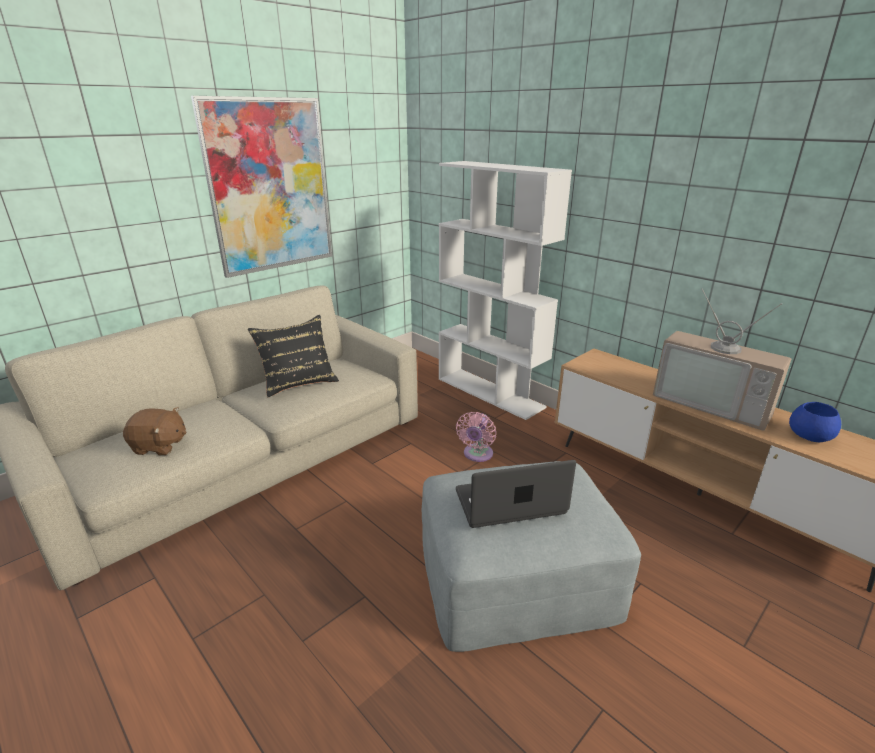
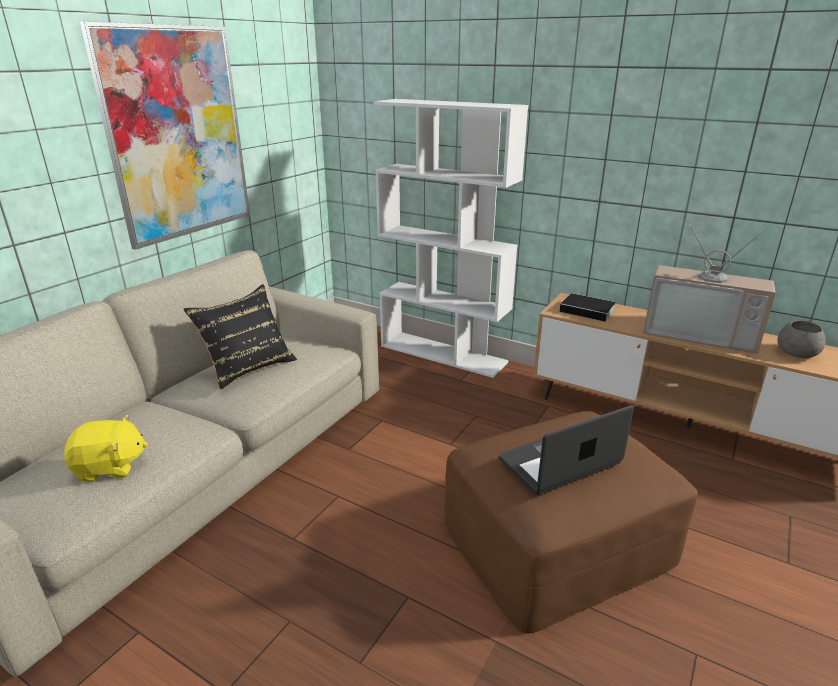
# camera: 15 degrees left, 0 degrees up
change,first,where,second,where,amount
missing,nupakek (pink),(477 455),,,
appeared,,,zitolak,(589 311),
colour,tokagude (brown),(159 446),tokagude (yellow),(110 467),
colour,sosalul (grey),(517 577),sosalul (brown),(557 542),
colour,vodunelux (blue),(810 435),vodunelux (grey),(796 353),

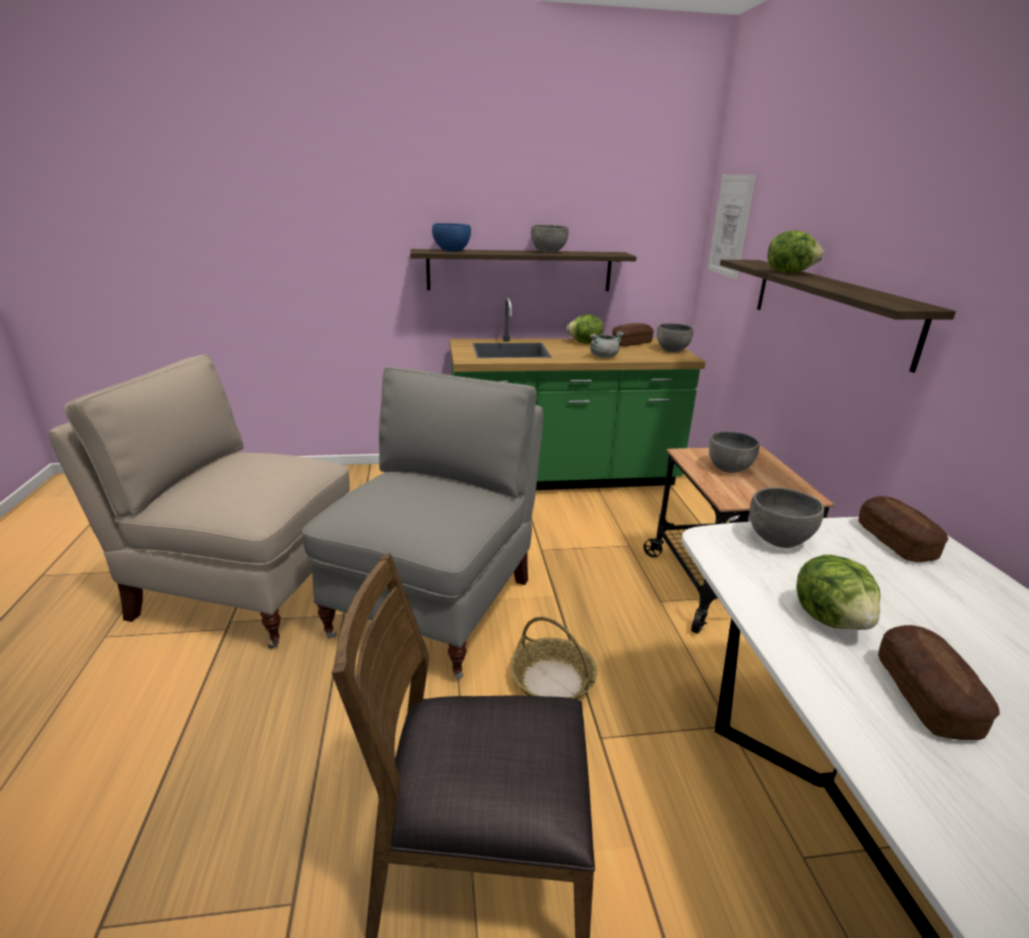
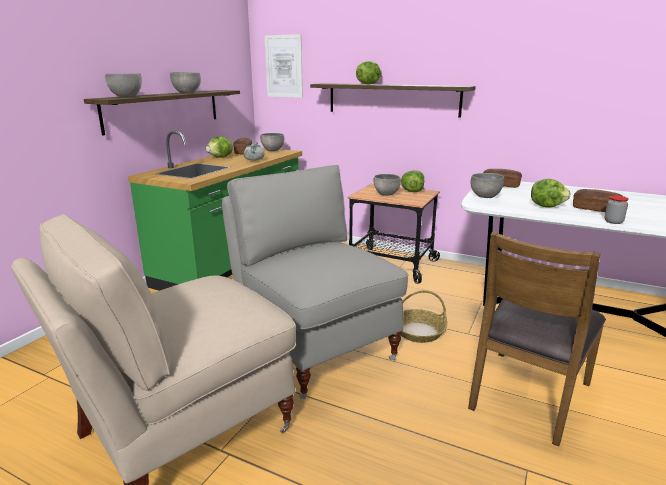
# camera: 55 degrees left, 5 degrees down
change,first,where,second,where,amount
appeared,,,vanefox,(412 191),
appeared,,,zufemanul,(613 222),
colour,vodunelux (blue),(452 251),vodunelux (grey),(126 96),

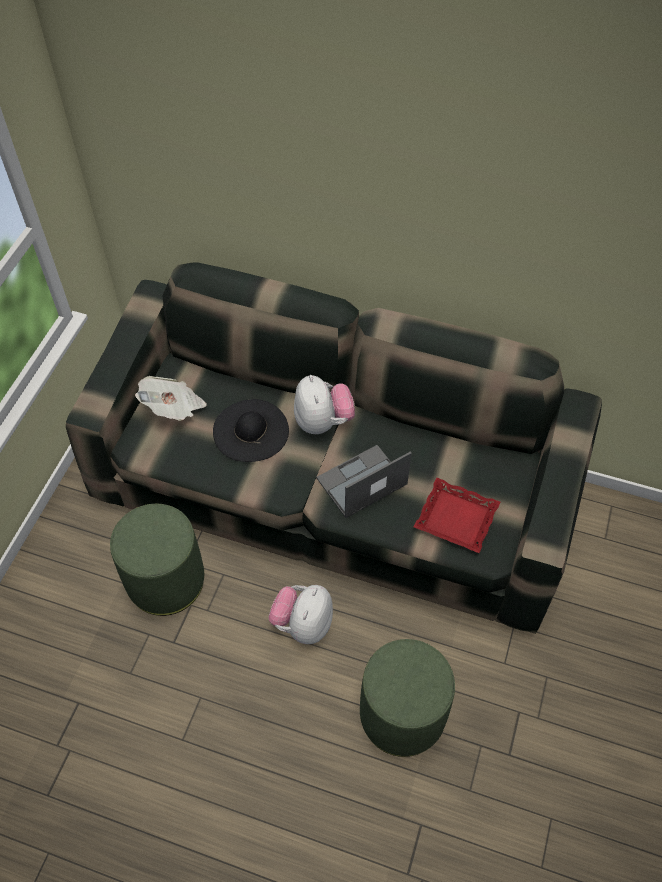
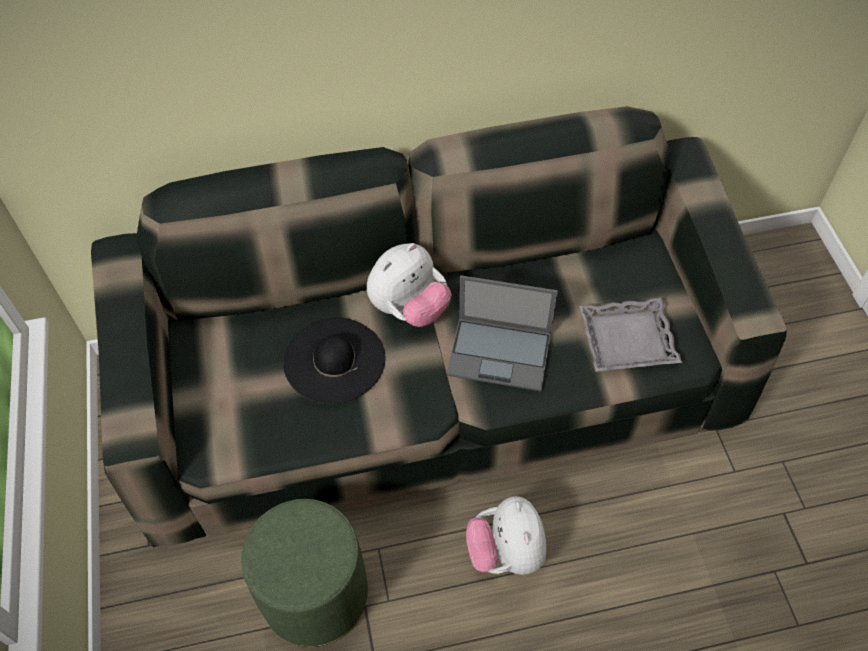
# camera: 30 degrees left, 0 degrees up
change,first,where,second,where,amount
missing,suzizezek,(174 408),,,
missing,sosalul (green),(402 715),,,
colour,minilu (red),(456 518),minilu (grey),(627 339),
spun,tokagude,(323 421),,(409 308),90 degrees clockwise
spun,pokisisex,(361 482),,(500 353),105 degrees counterclockwise

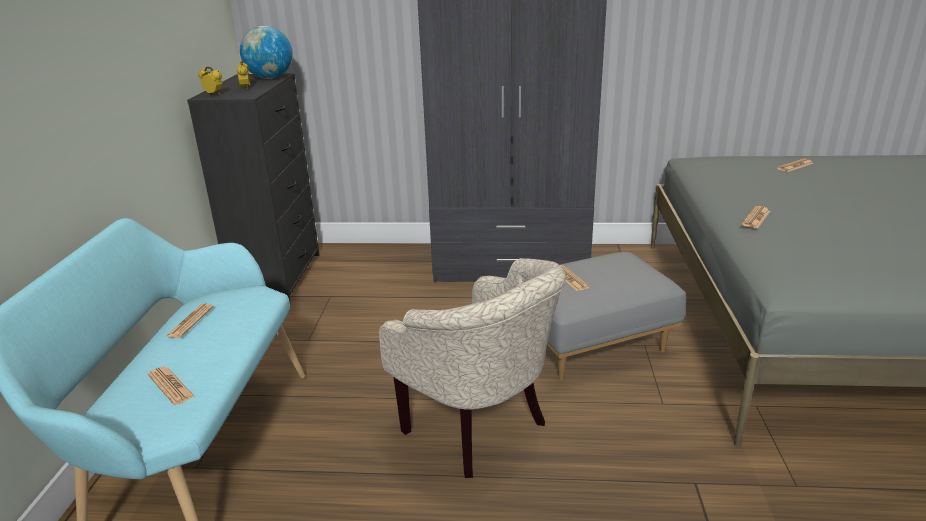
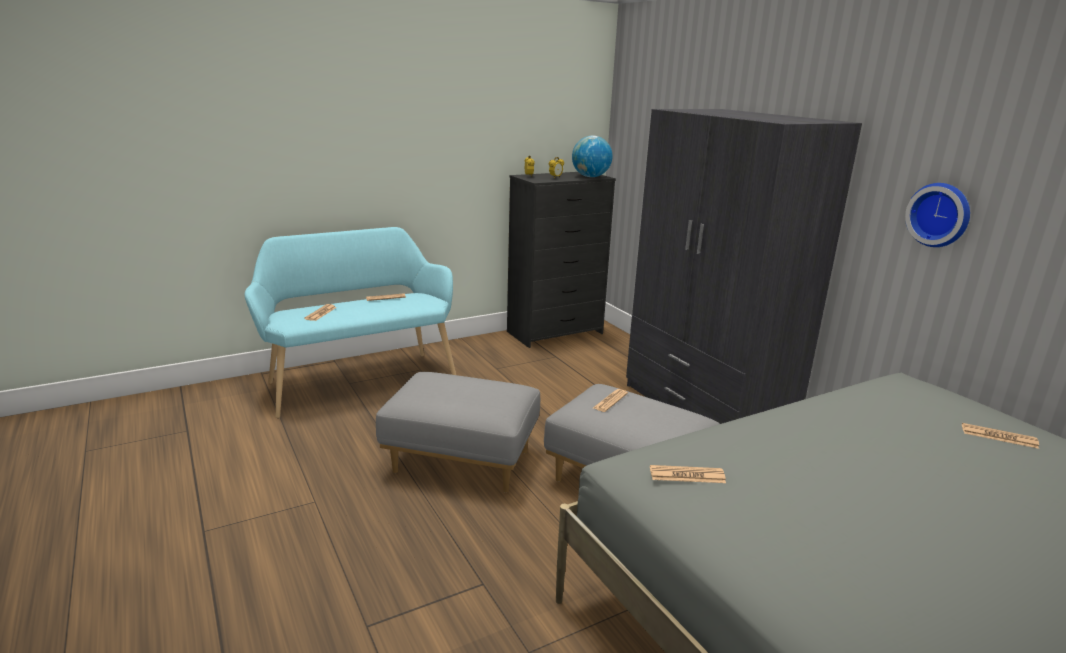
# camera: 55 degrees right, 5 degrees down
change,first,where,second,where,amount
appeared,,,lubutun,(940 214),
relocated,suzizezek,(756 218),,(687 475),
exchanged,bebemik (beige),(481 430),sosalul (grey),(460 462),

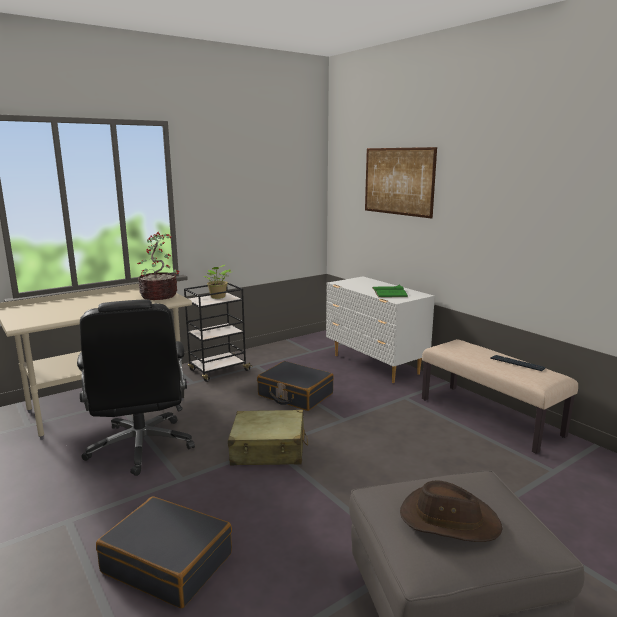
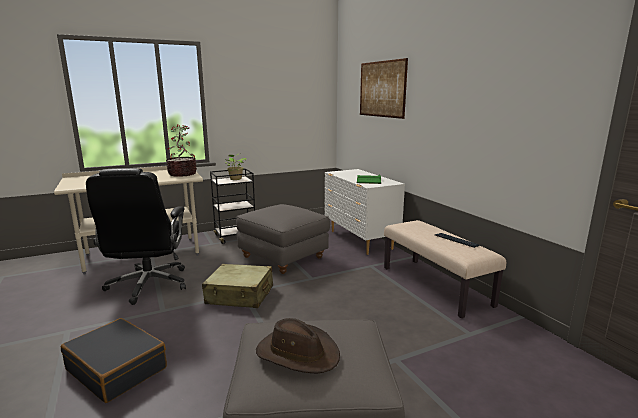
# camera: 10 degrees right, 0 degrees up
change,first,where,second,where,amount
exchanged,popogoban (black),(295 395),sosalul (grey),(283 257),

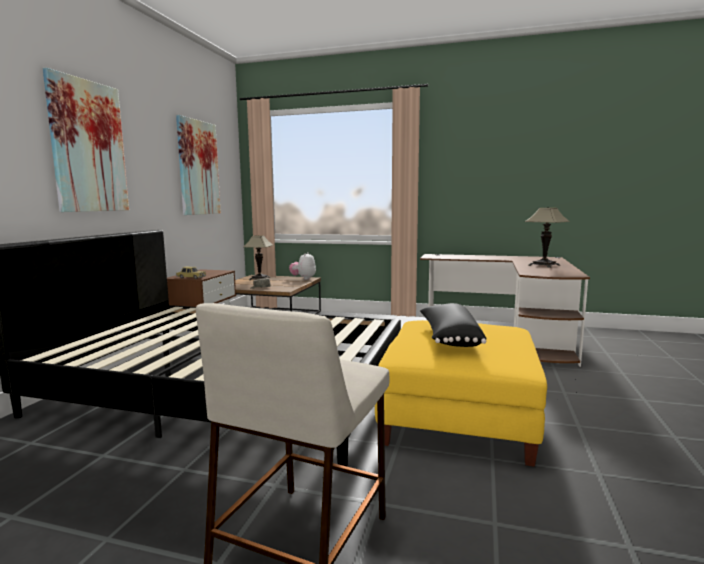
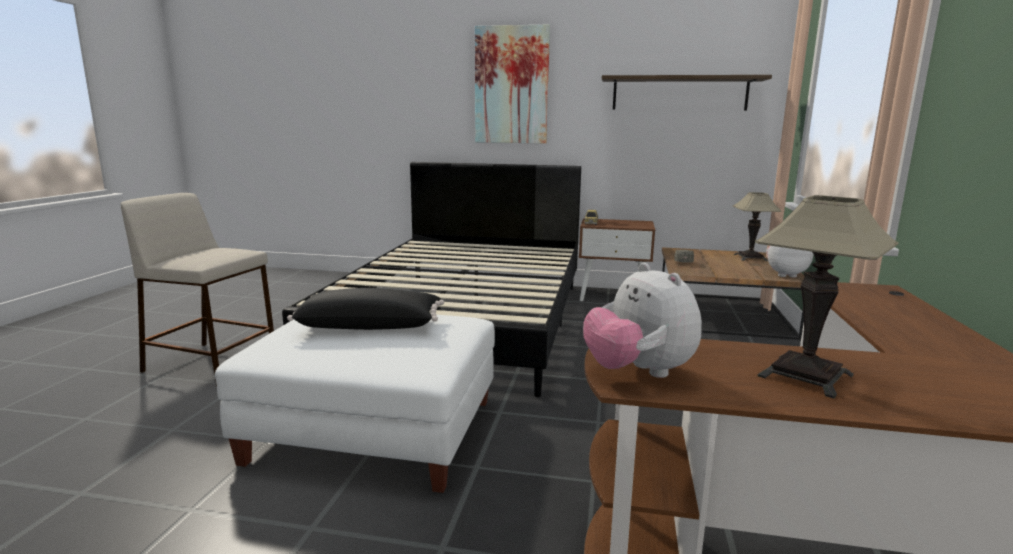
# camera: 85 degrees right, 5 degrees up
change,first,where,second,where,amount
appeared,,,tokagude,(638 372),
exchanged,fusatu,(198 168),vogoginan,(679 94),
colour,sosalul (yellow),(458 415),sosalul (white),(375 430),

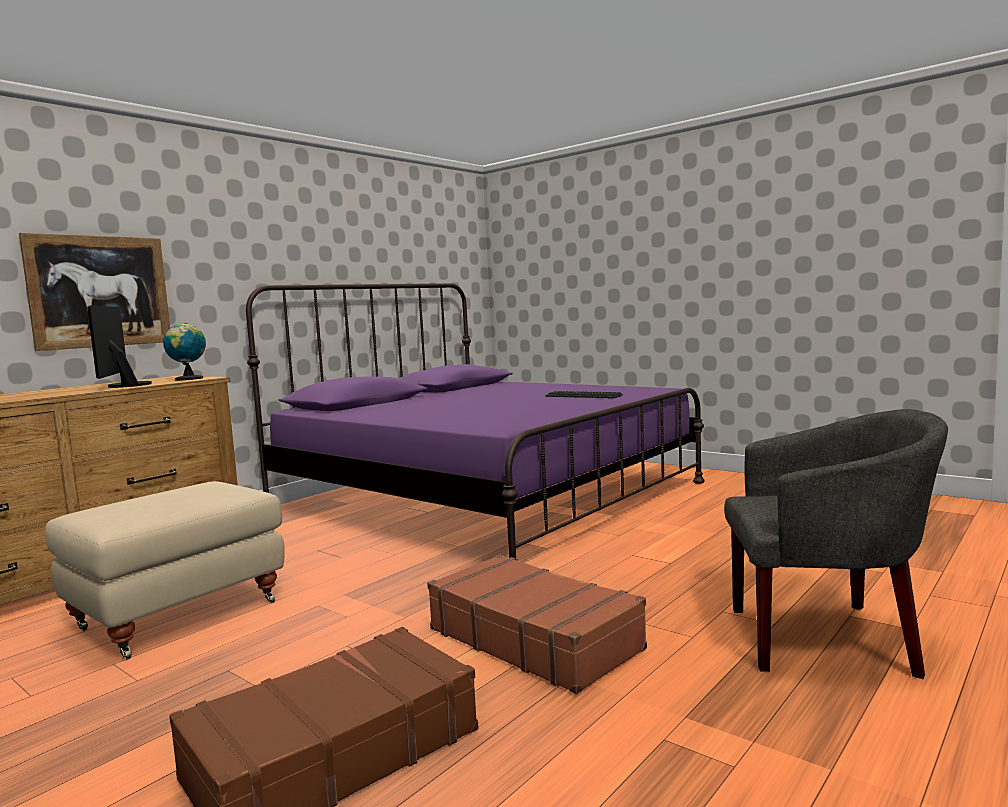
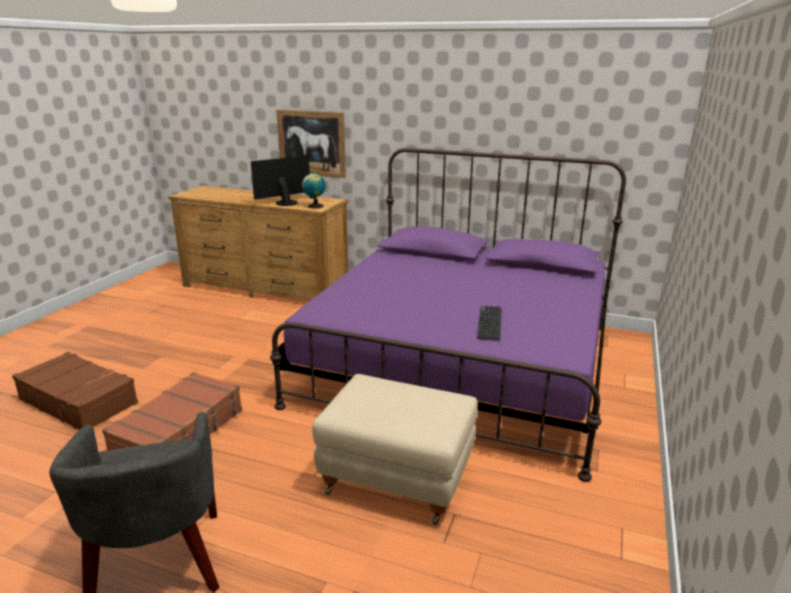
# camera: 70 degrees right, 15 degrees up
change,first,where,second,where,amount
relocated,sosalul (beige),(178 613),,(398 479),

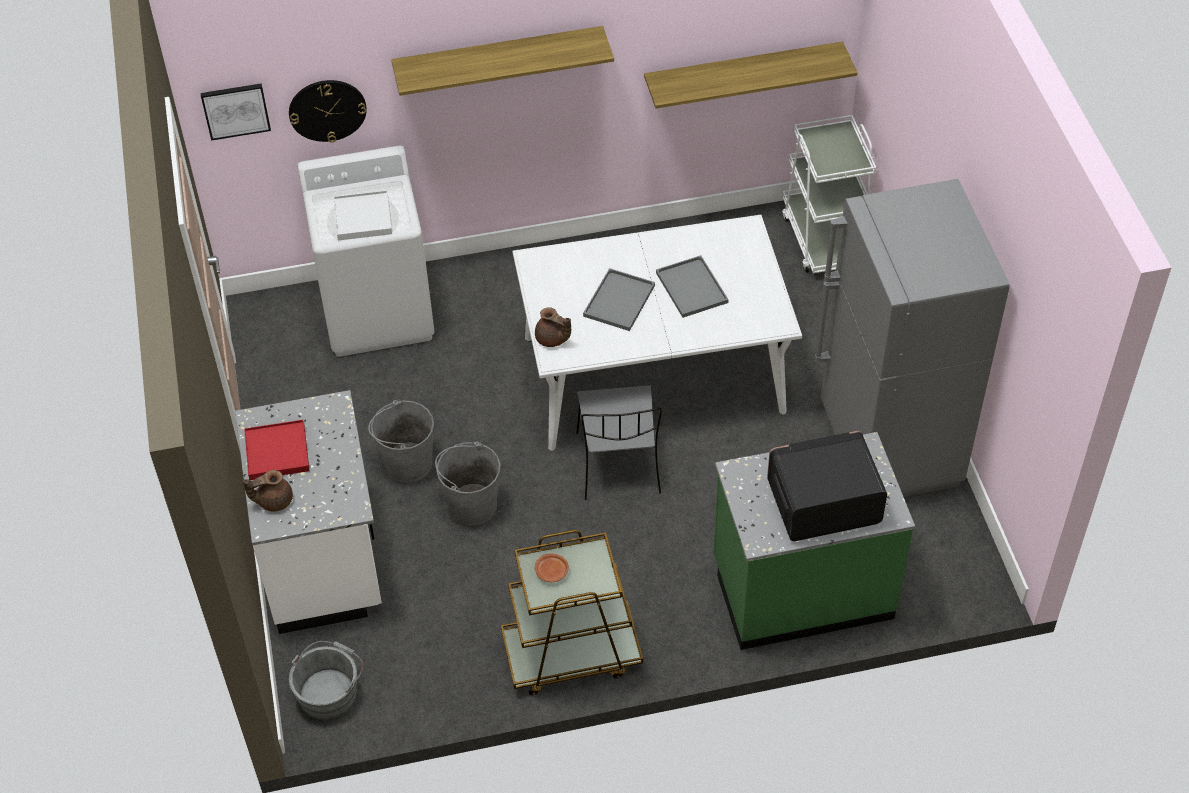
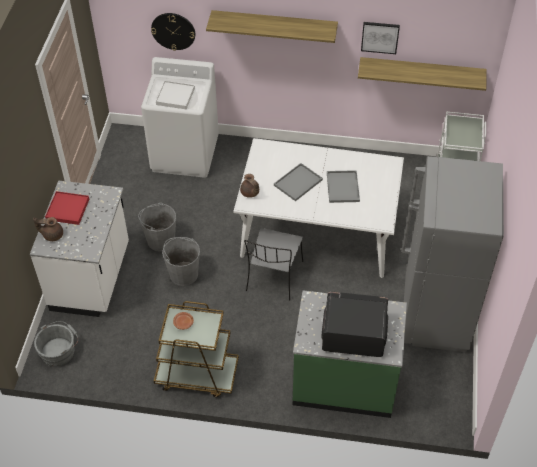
# camera: 20 degrees right, 0 degrees up
change,first,where,second,where,amount
relocated,fusatu,(235 110),,(380 37),

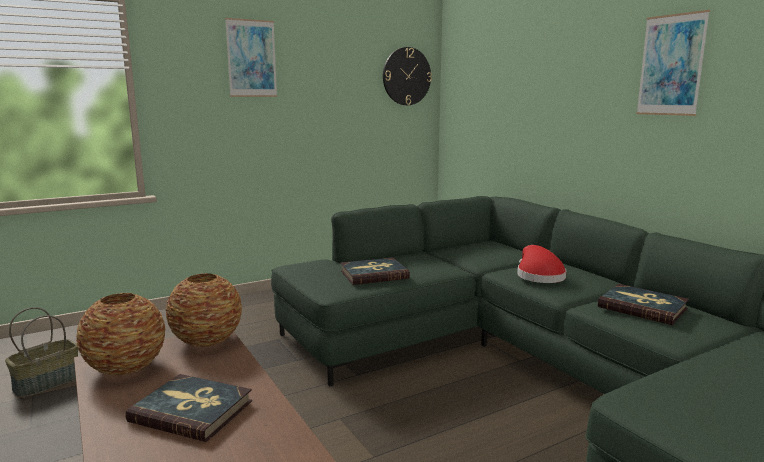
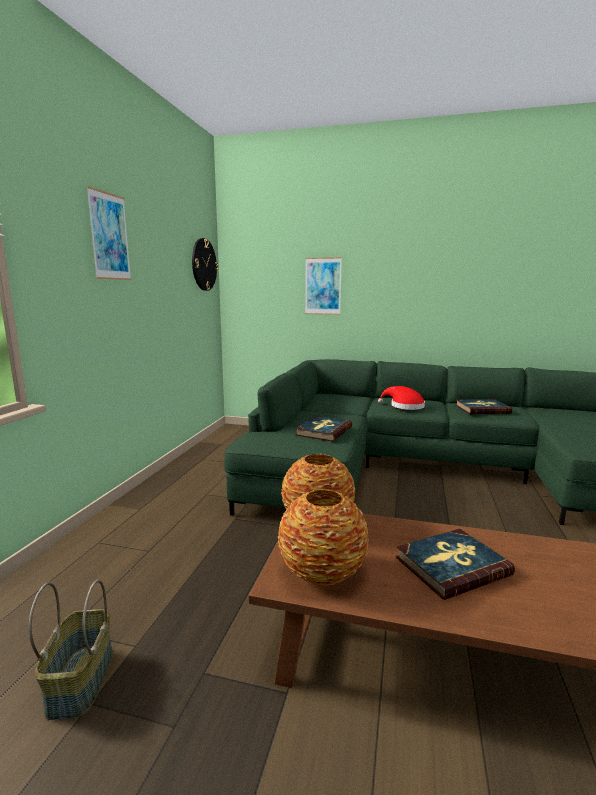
# camera: 45 degrees left, 0 degrees up
change,first,where,second,where,amount
relocated,fusatu,(671 65),,(323 286),

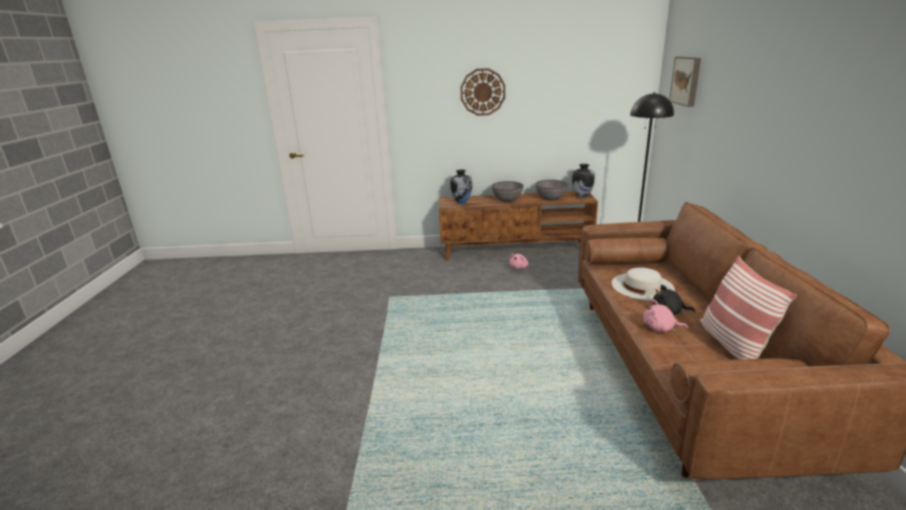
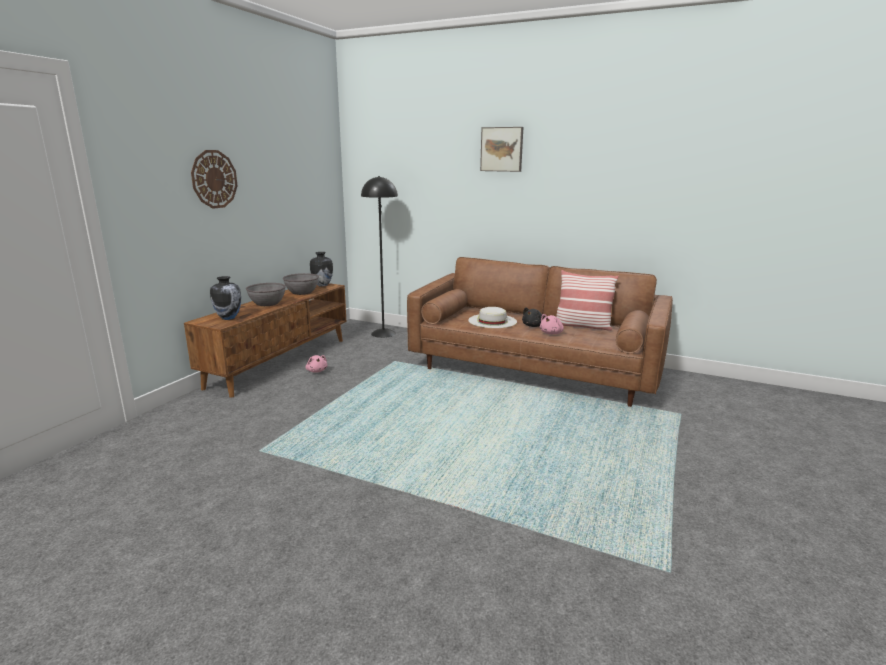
# camera: 65 degrees left, 5 degrees down
change,first,where,second,where,amount
relocated,fusatu,(686 81),,(502 149),

